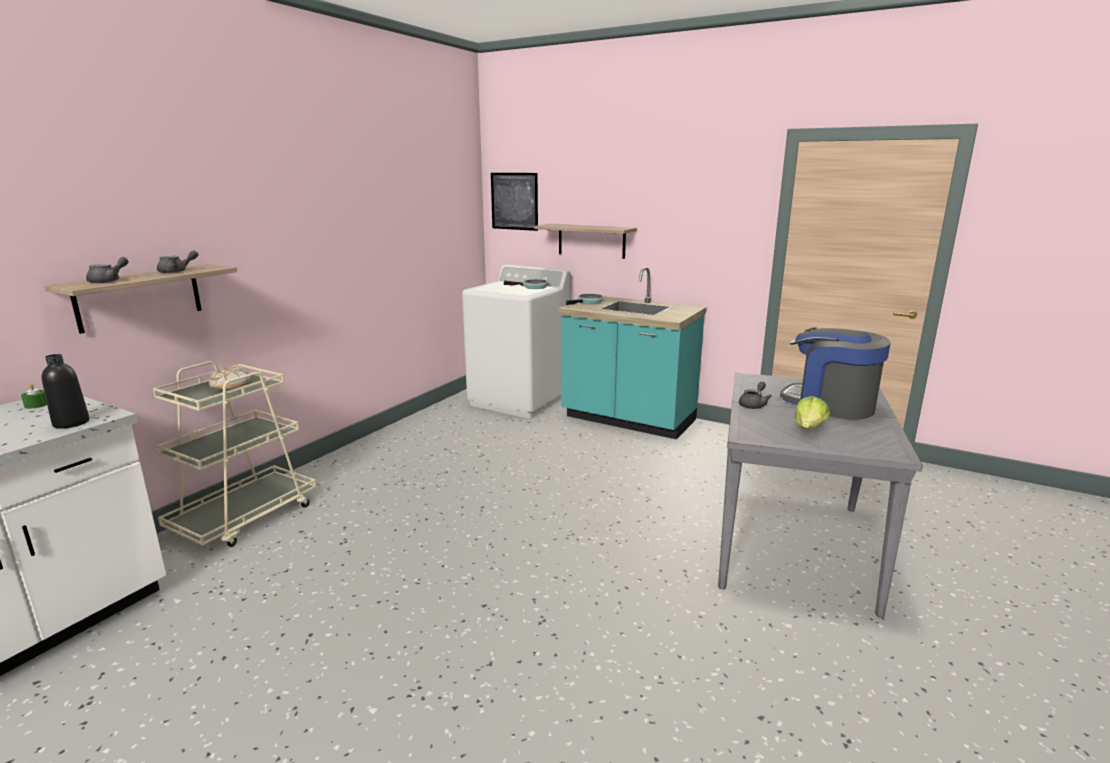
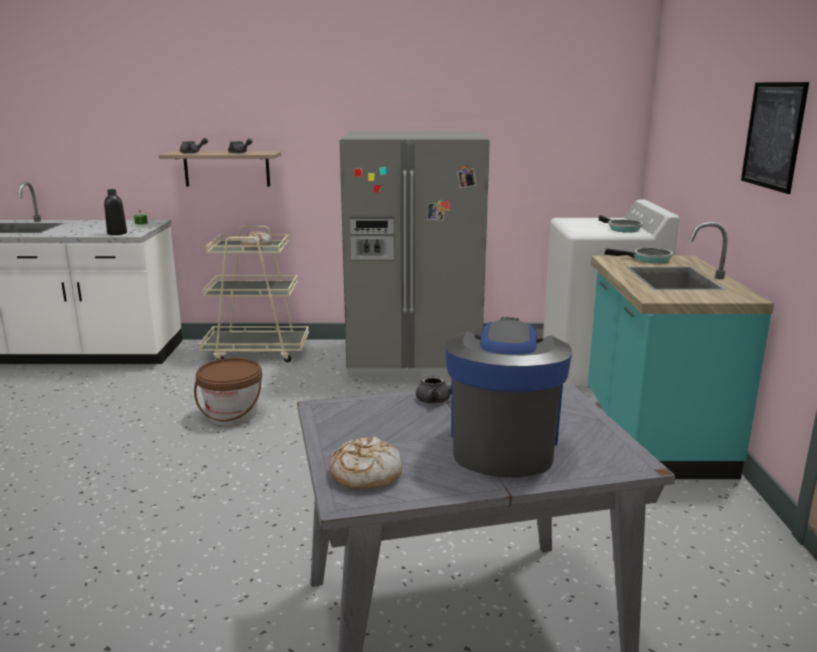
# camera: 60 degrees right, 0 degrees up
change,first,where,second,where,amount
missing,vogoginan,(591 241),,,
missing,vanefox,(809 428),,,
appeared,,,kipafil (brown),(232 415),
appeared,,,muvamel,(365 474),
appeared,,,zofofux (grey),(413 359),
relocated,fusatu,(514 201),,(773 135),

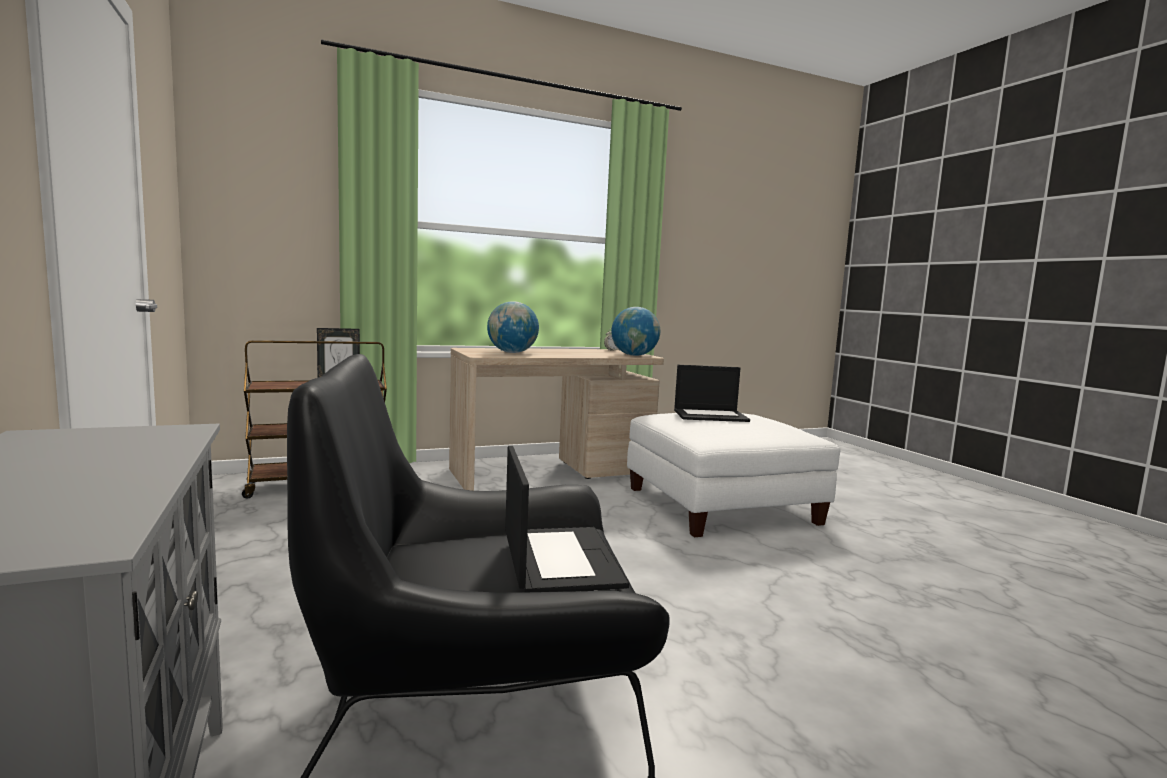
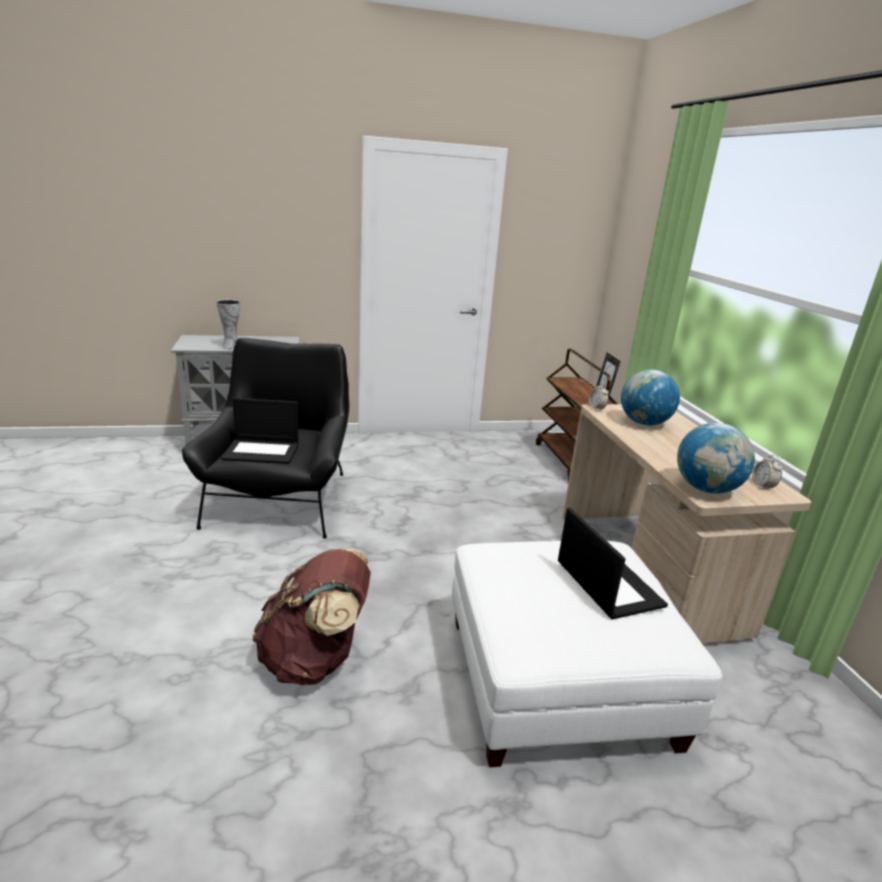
# camera: 100 degrees right, 15 degrees up
change,first,where,second,where,amount
appeared,,,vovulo,(231 346),
appeared,,,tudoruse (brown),(315 659),
appeared,,,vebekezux,(596 408),
spun,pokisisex,(711 415),,(607 583),150 degrees clockwise

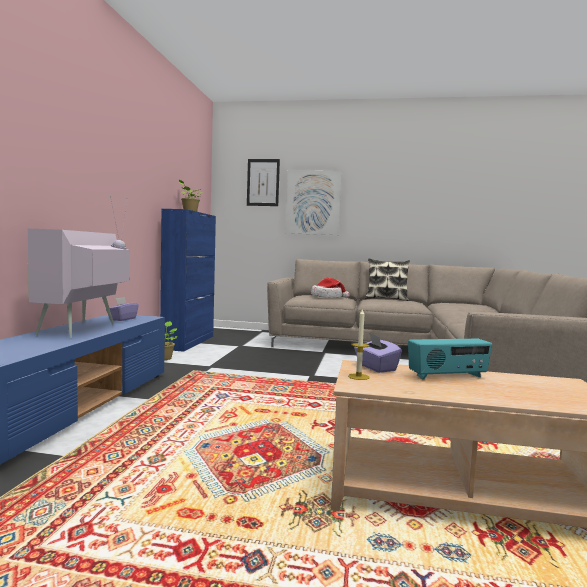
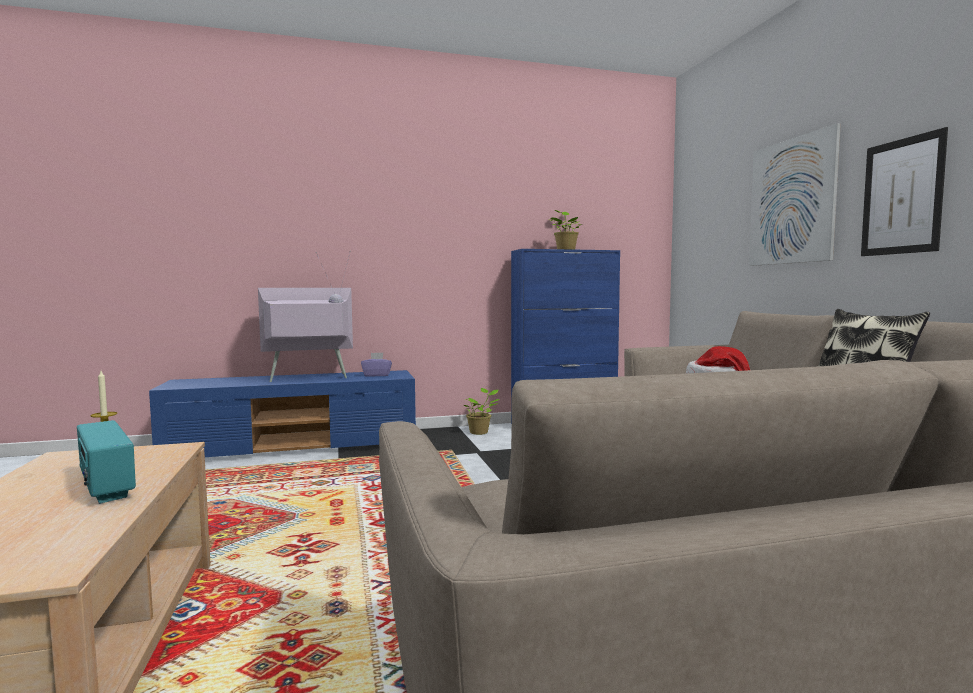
# camera: 65 degrees right, 0 degrees up
change,first,where,second,where,amount
missing,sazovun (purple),(376 368),,,
relocated,fusatu,(263 182),,(902 196),

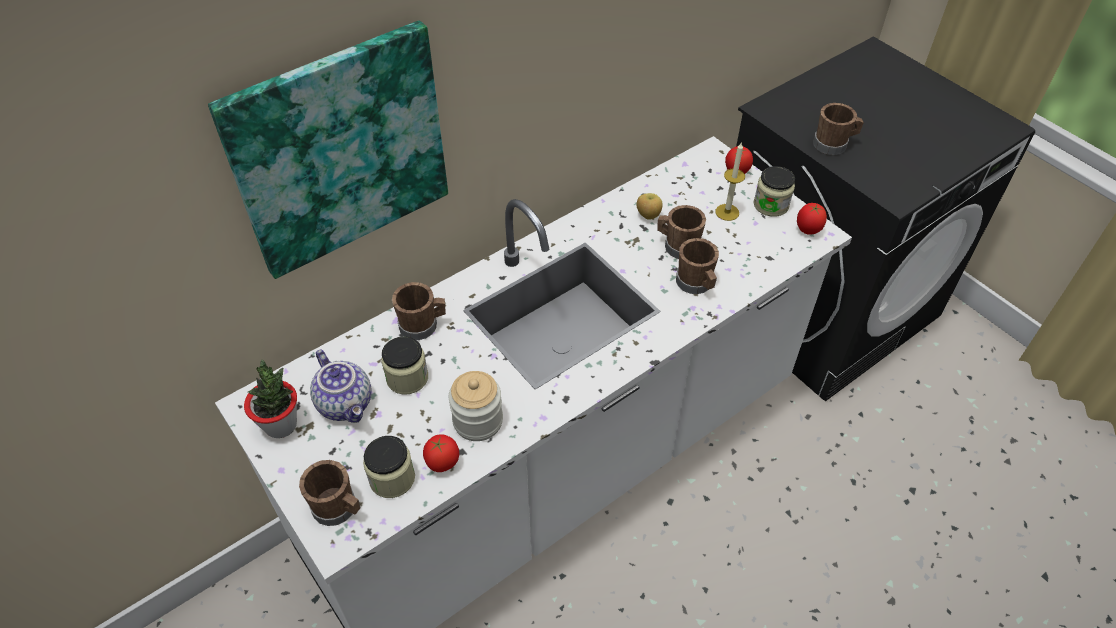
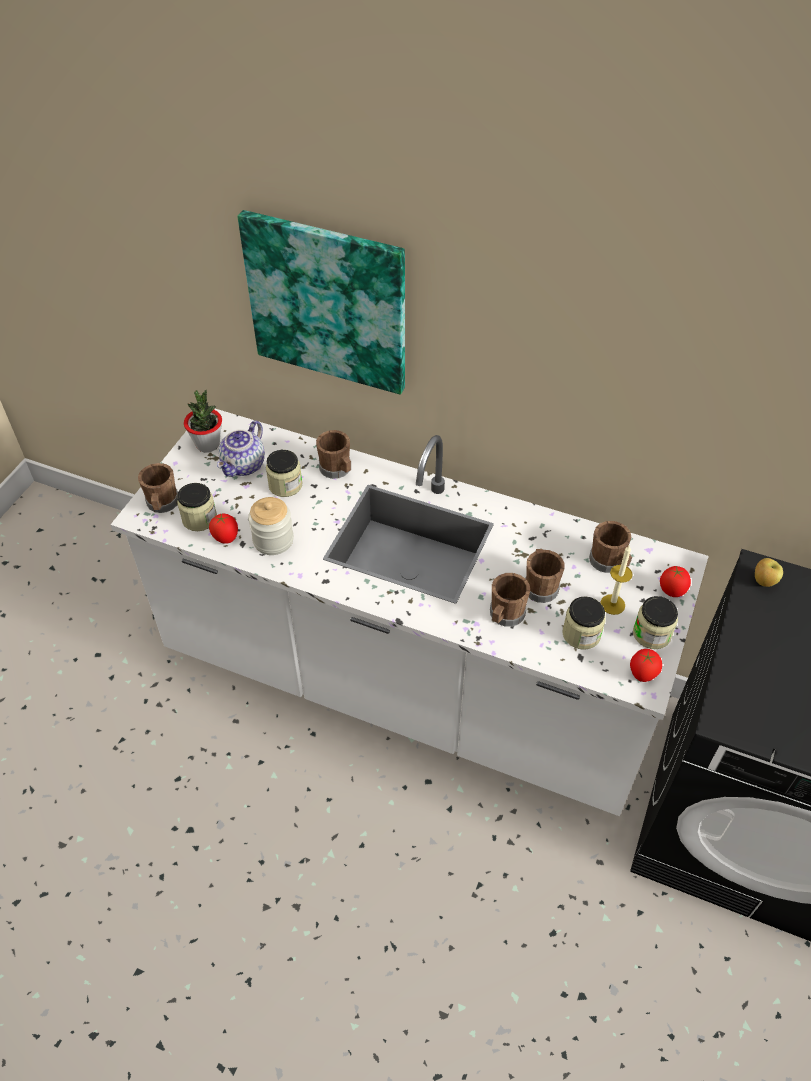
# camera: 60 degrees right, 0 degrees up
change,first,where,second,where,amount
appeared,,,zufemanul,(581 634),
relocated,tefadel,(648 216),,(763 581),
relocated,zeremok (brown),(833 144),,(609 563),

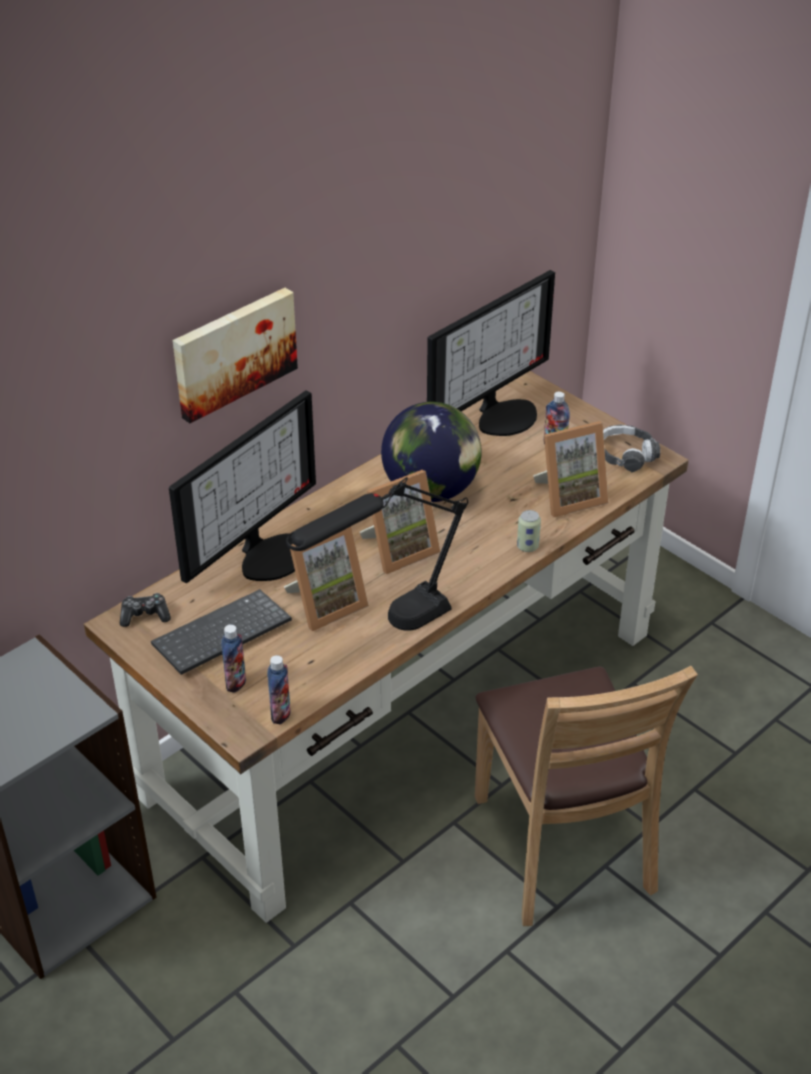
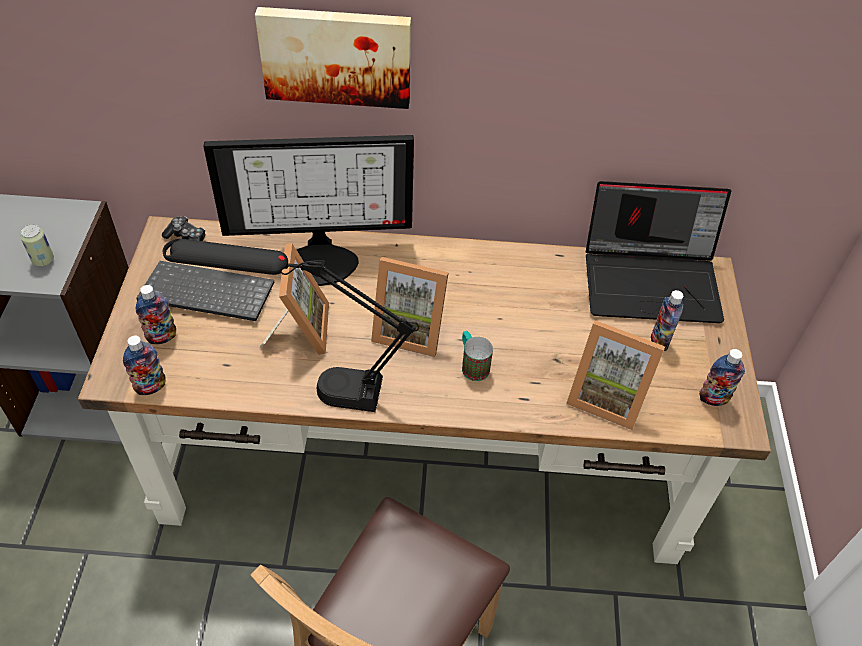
# camera: 45 degrees right, 10 degrees up
change,first,where,second,where,amount
missing,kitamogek,(431 491),,,
appeared,,,zeremok,(472 365),
relocated,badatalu,(527 547),,(43 260),
exchanged,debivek,(502 414),pokisisex,(652 280),
exchanged,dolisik,(625 455),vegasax,(713 398),
spun,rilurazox,(326 604),,(299 329),105 degrees counterclockwise

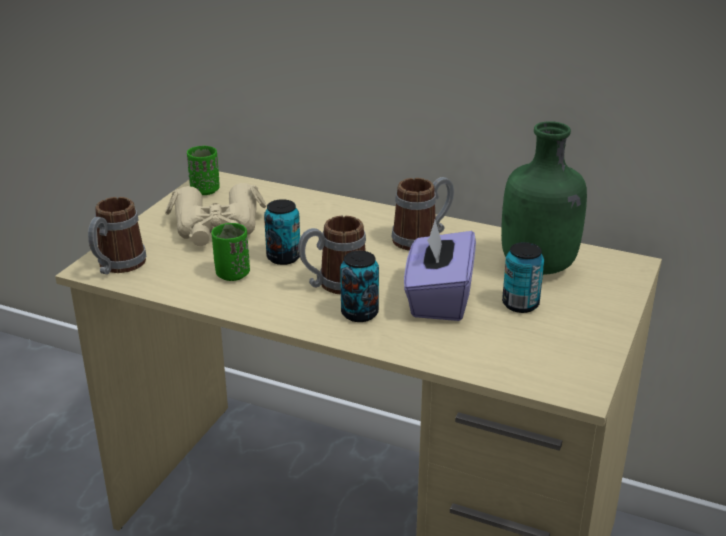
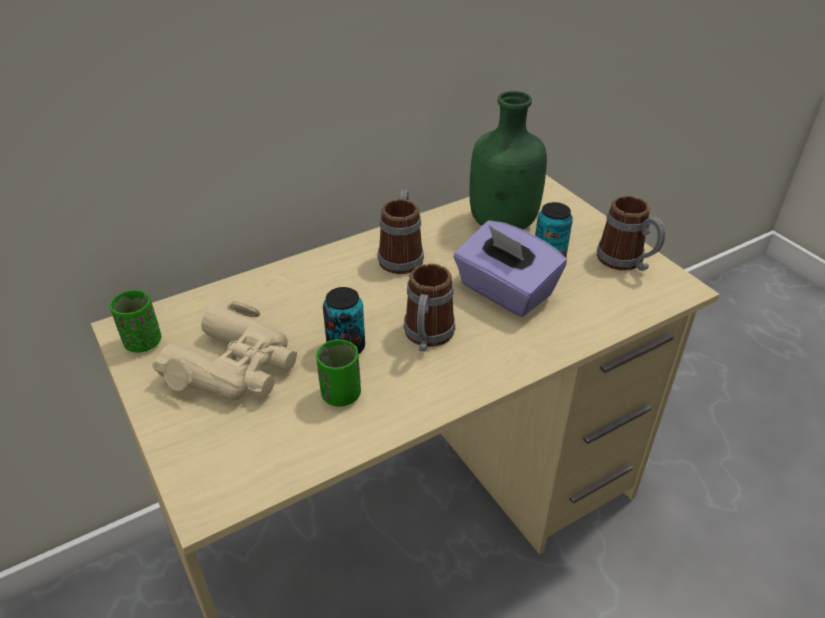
# camera: 55 degrees left, 10 degrees up
change,first,where,second,where,amount
missing,badatalu,(359 313),,,
relocated,zeremok,(117 267),,(626 262),

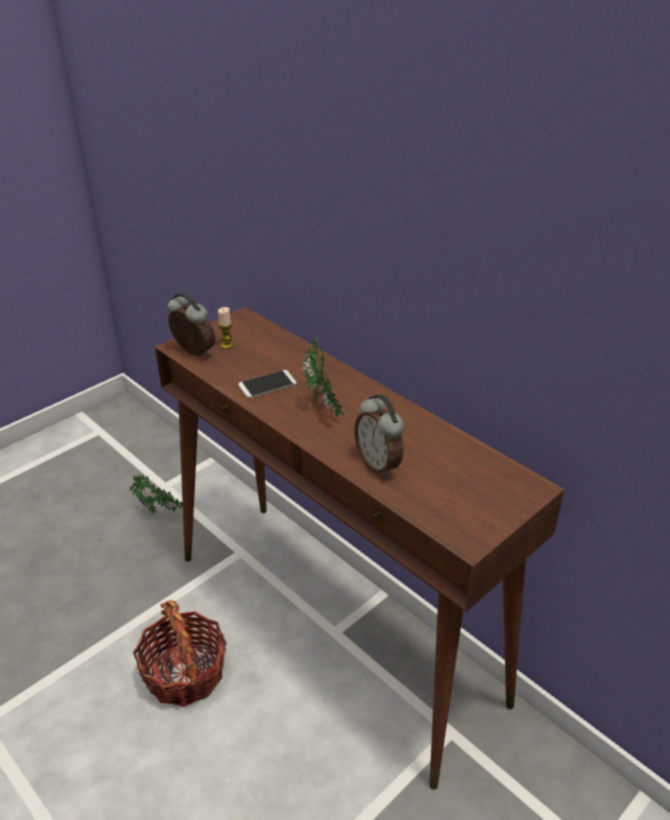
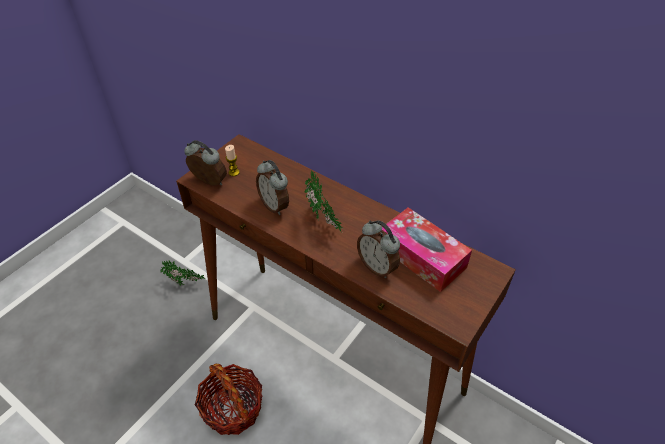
# camera: 10 degrees left, 10 degrees up
change,first,where,second,where,amount
appeared,,,sazovun,(422 256),
exchanged,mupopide,(267 384),vebekezux,(275 205),

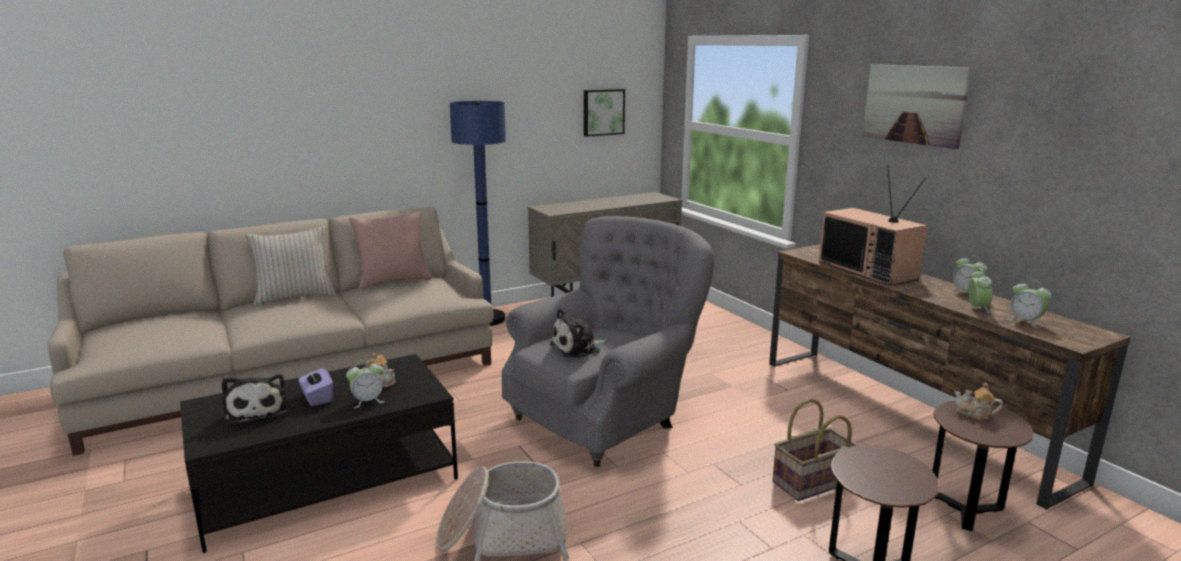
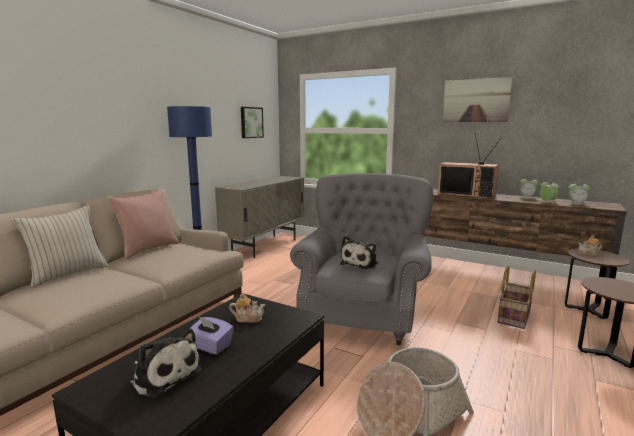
# camera: 30 degrees left, 5 degrees down
change,first,where,second,where,amount
missing,vebekezux,(367 401),,,

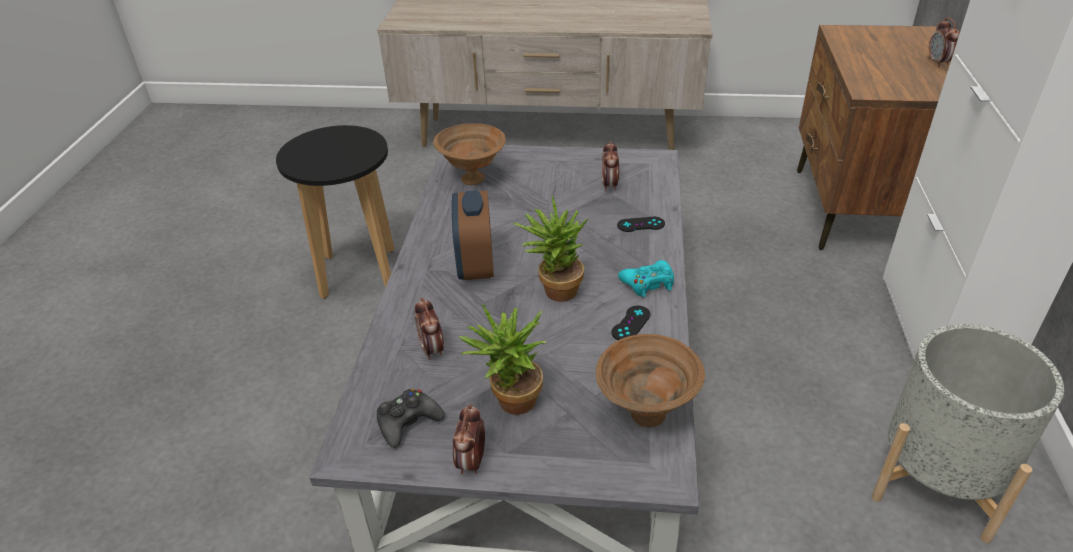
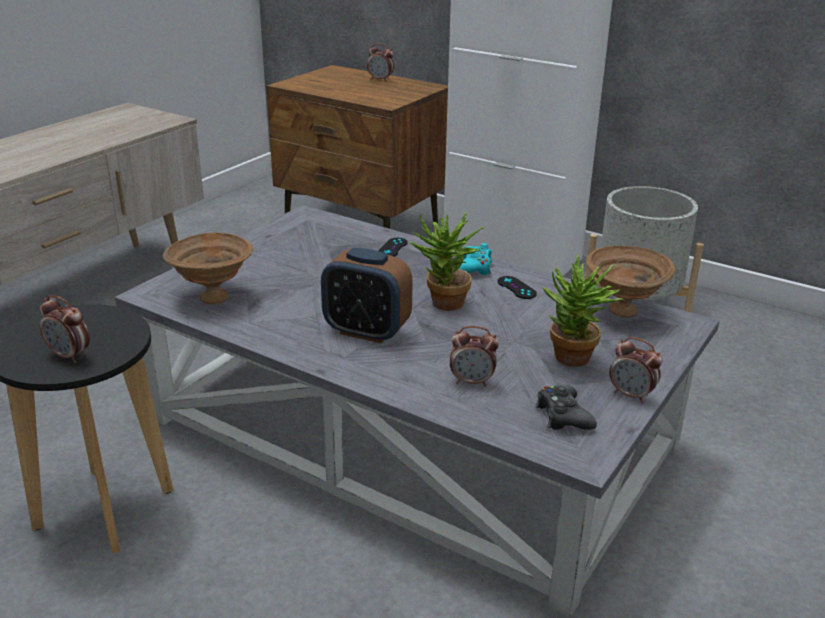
# camera: 65 degrees left, 10 degrees down
change,first,where,second,where,amount
relocated,vebekezux,(609 185),,(70 356),

